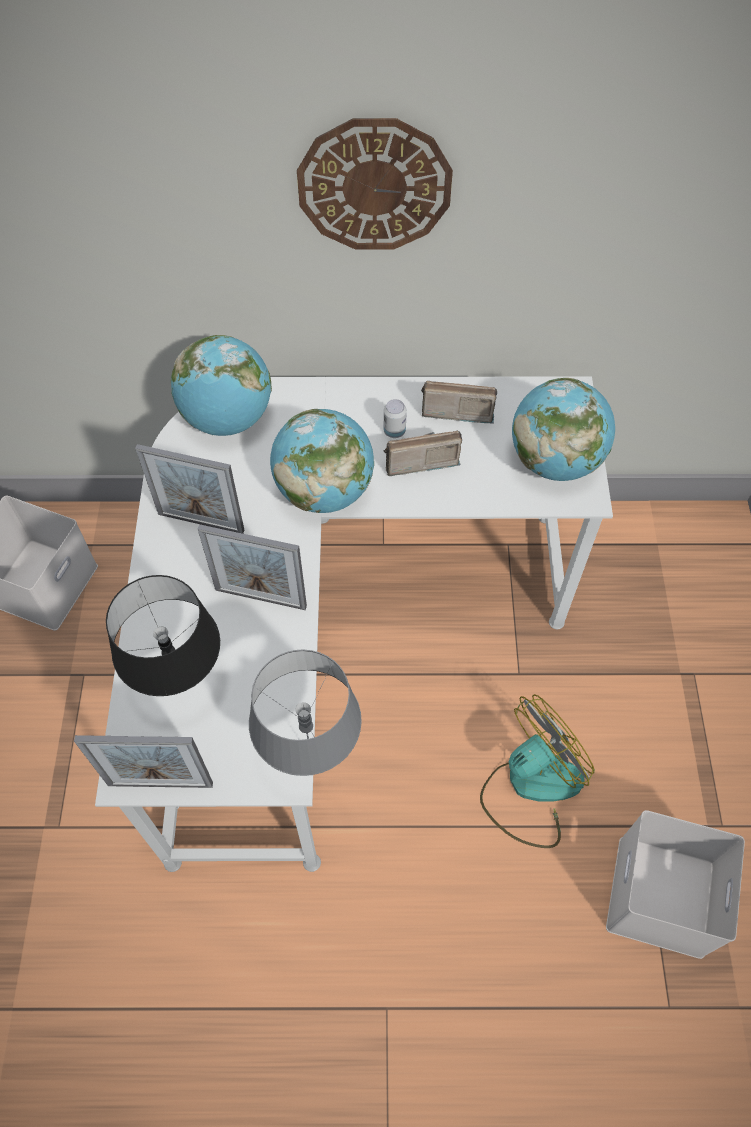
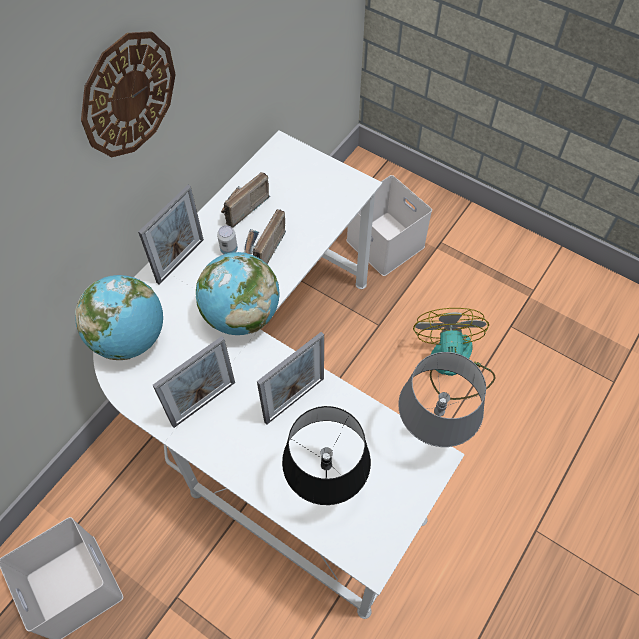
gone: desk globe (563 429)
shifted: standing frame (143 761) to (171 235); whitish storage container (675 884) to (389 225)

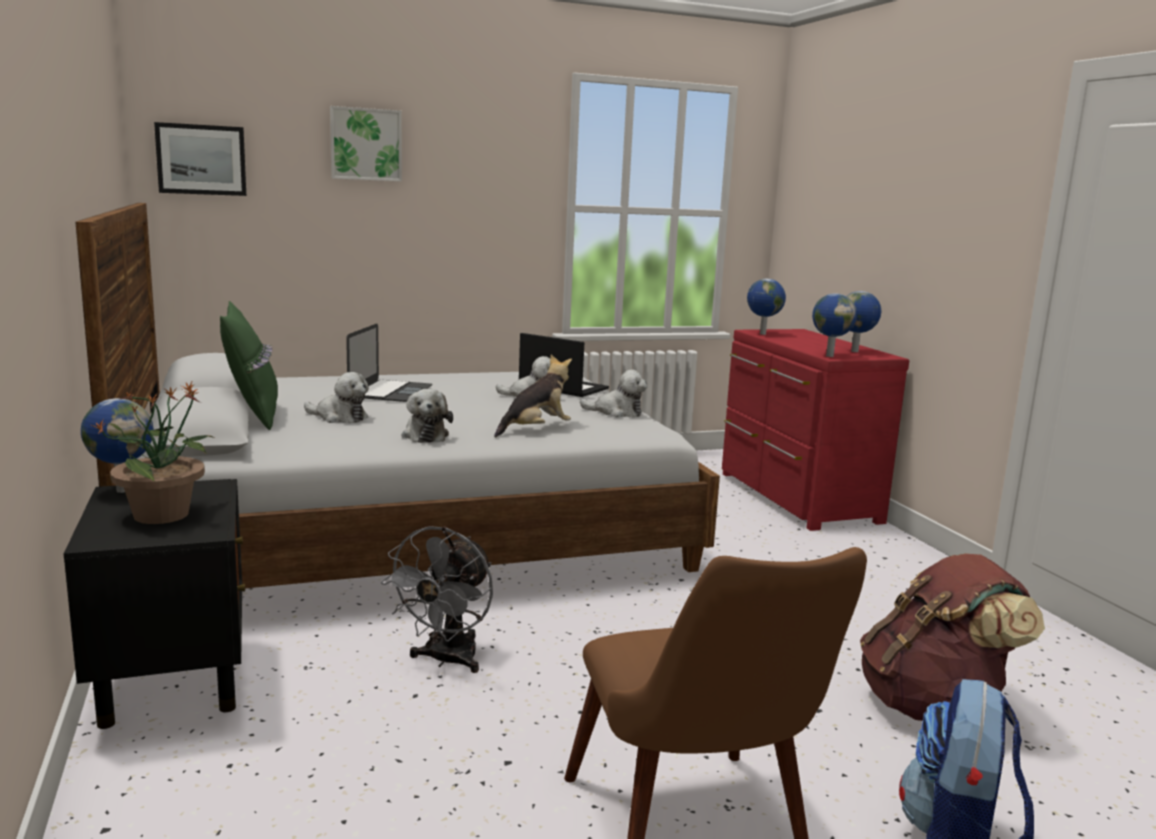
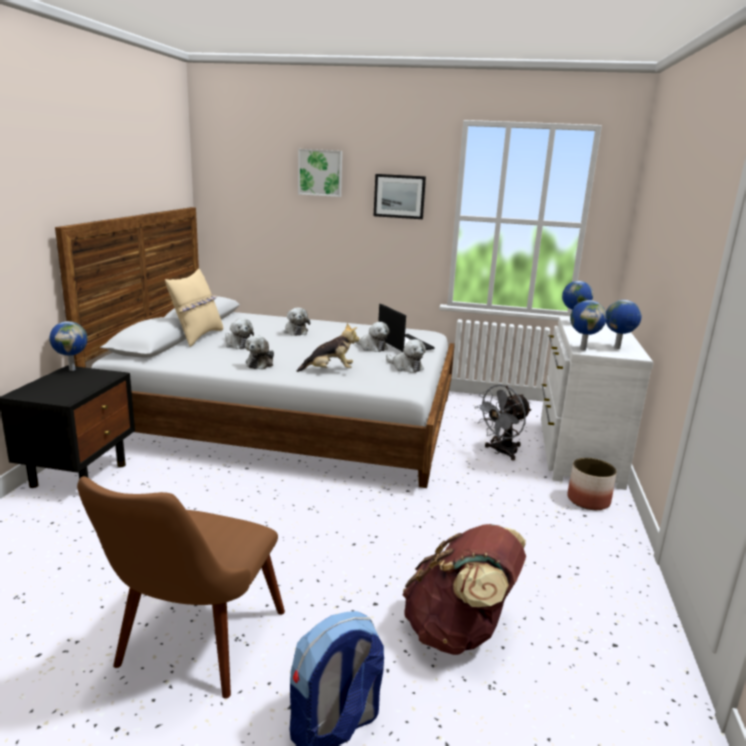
gone: houseplant (153 452)
new: flower pot (592 484)
shifted: wall art (200 159) to (400 196); grey electric fan (437 599) to (503 423)
swapped: notebook computer (389 363) to cuddly toy (297 322)
repainted: greenish pillow (249 365) to sand-coloured pillow (194 308); reddish drawer chest (815 430) to whitish drawer chest (597 403)

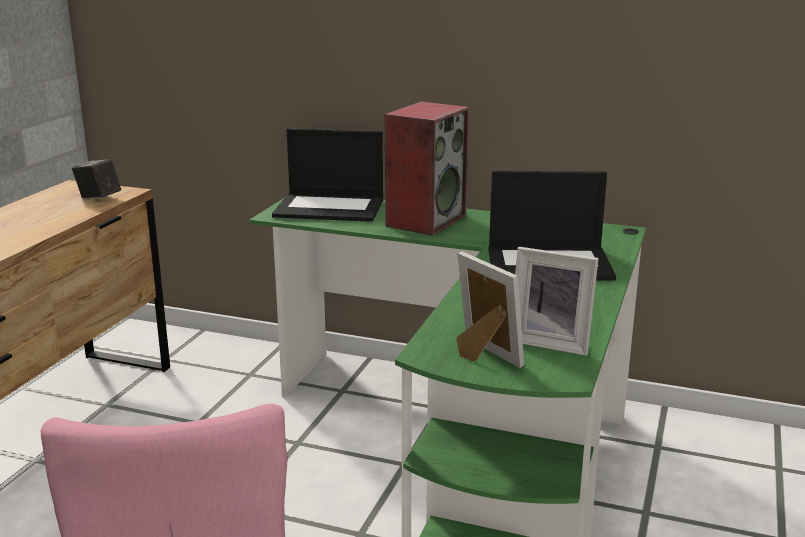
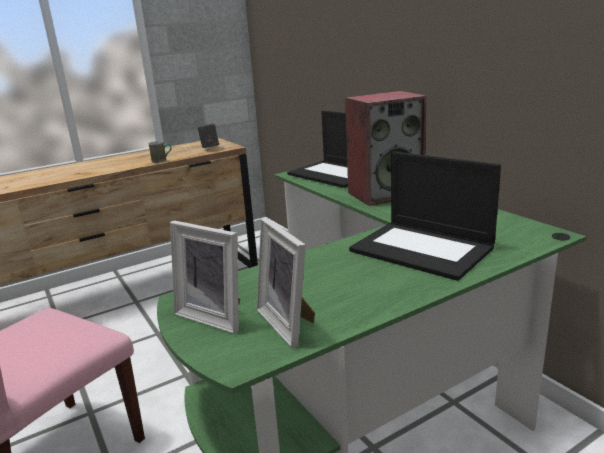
new: coffee mug (160 152)
rotated: standing frame (490 309) = (205 277) 120 degrees clockwise

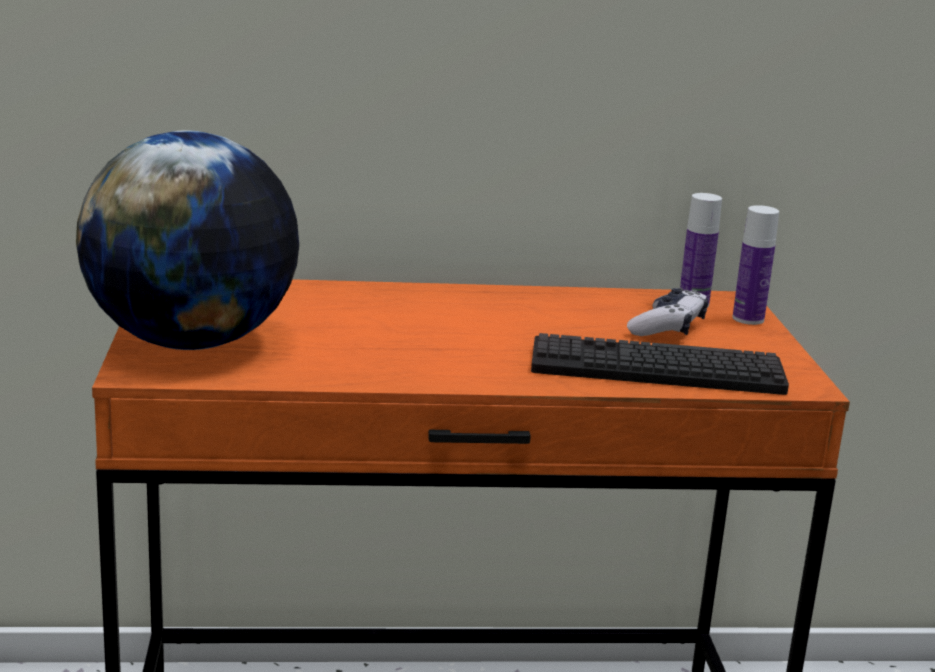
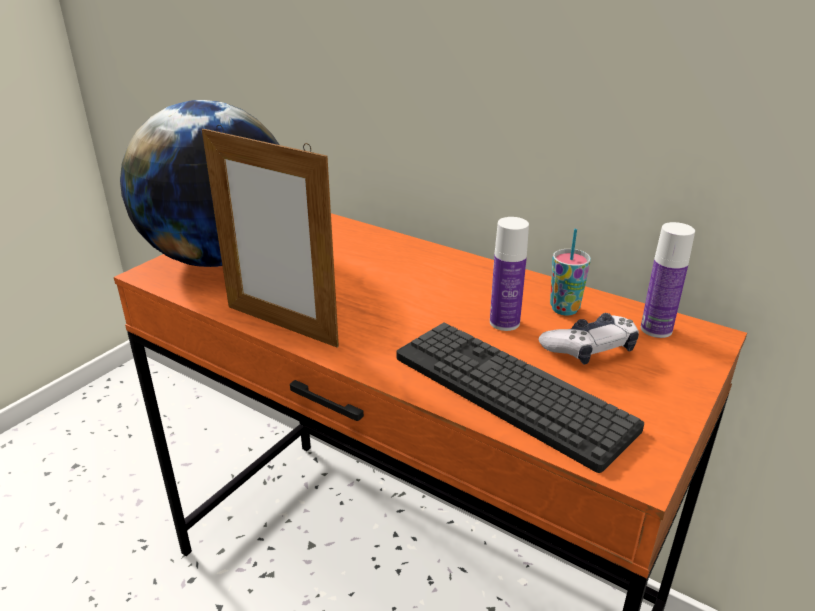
new: standing frame (270 236); cup (570 272)
shifted: drink bottle (756 265) to (509 274)

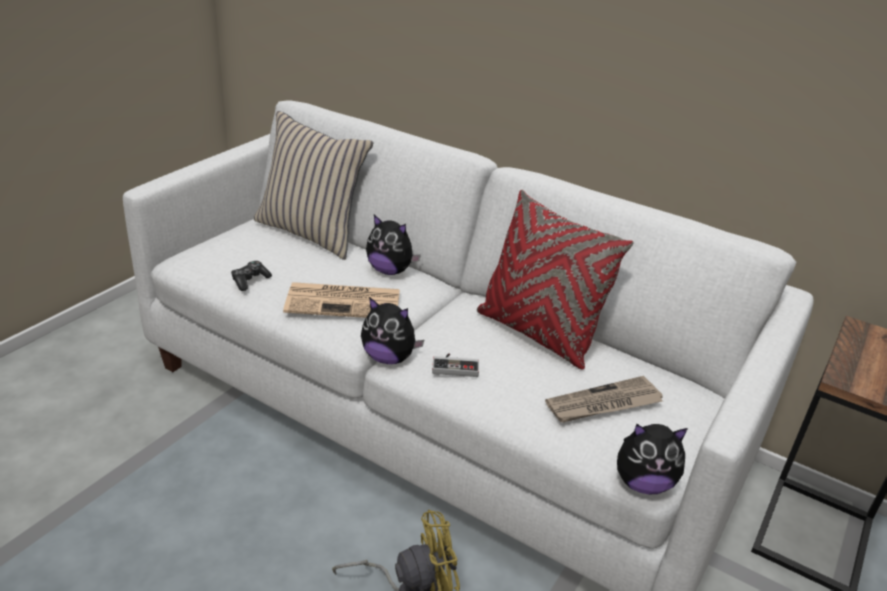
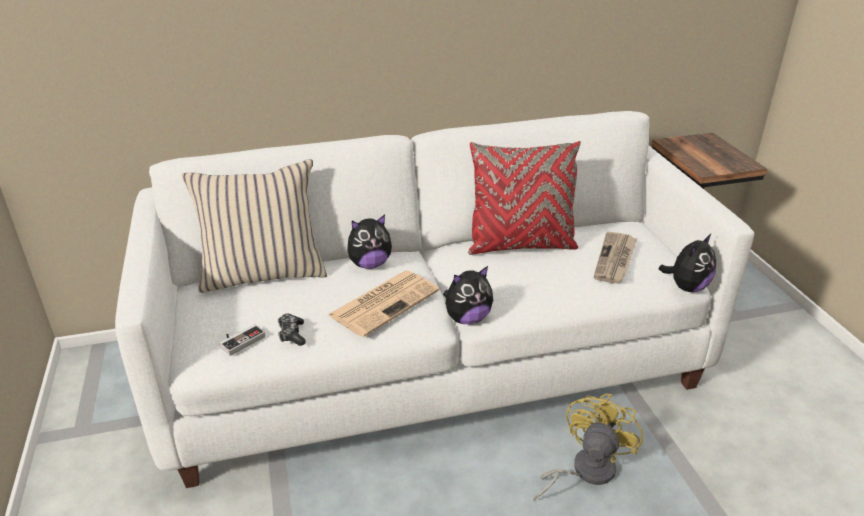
shifted: game controller (455 365) to (242 340)

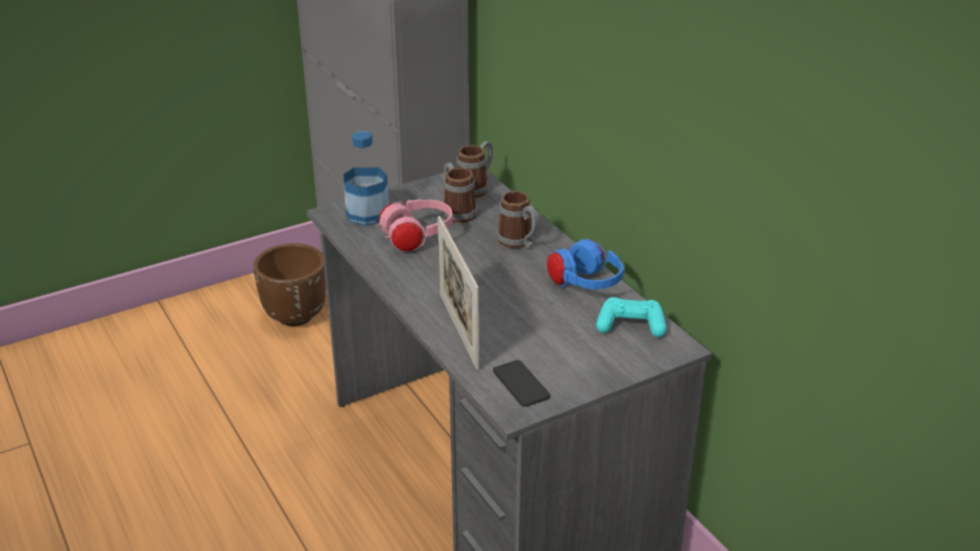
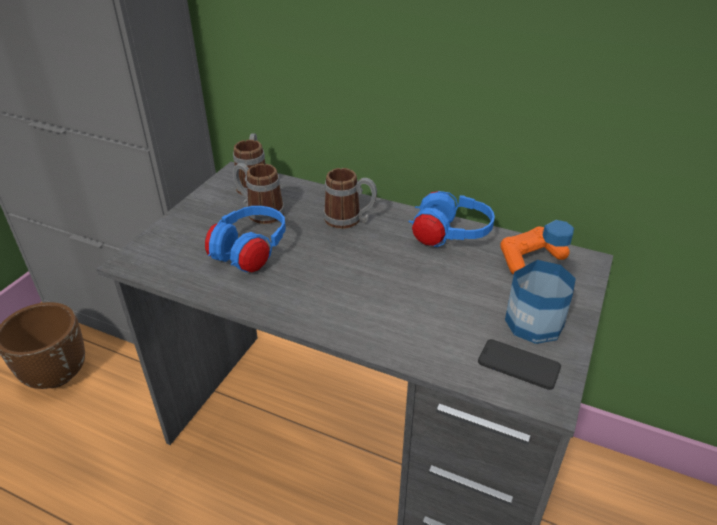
gone: standing frame (458 293)
shifted: drink bottle (366 178) to (540 282)
repainted: pink pair of headphones (414 225) to blue pair of headphones (245 239); blue-green game controller (631 317) to orange game controller (534 251)

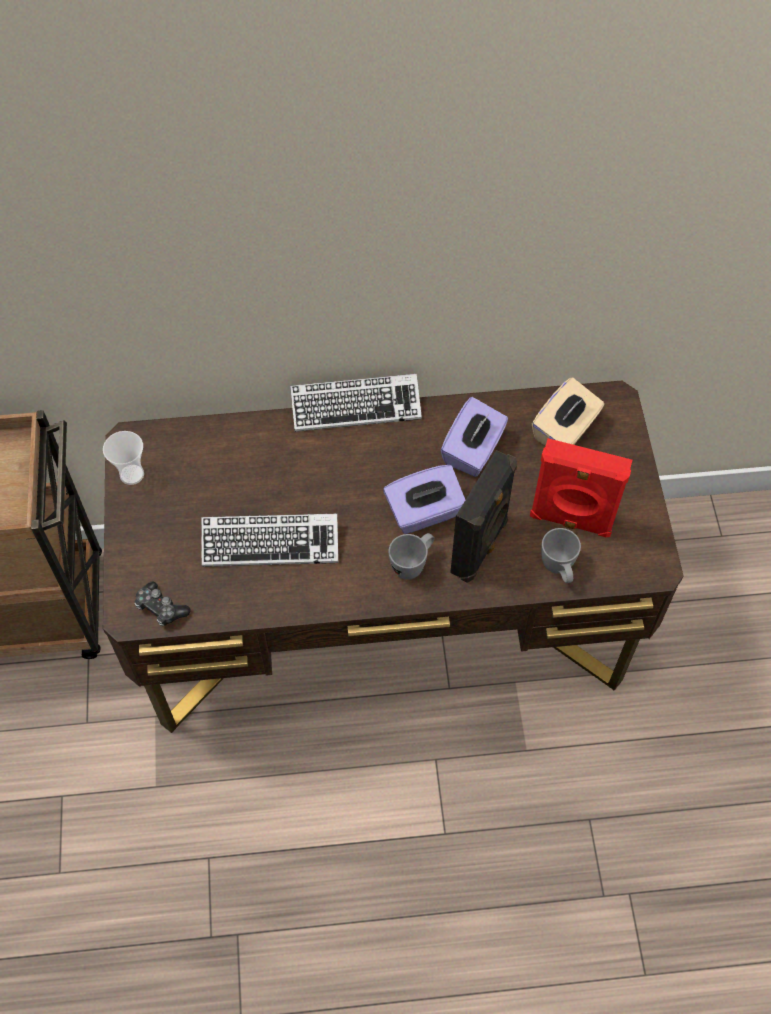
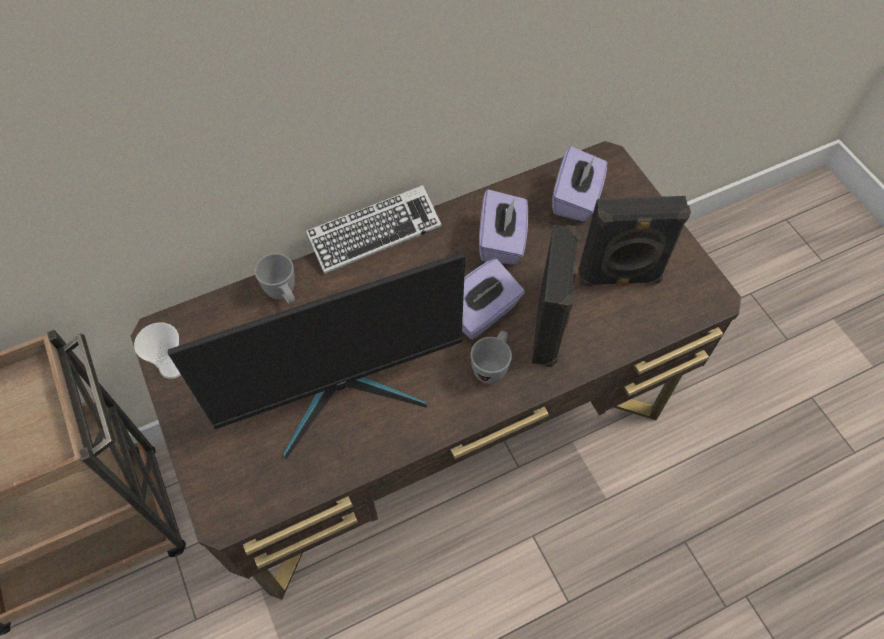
gone: game controller (162 604)
shifted: grey coffee mug (561 555) to (275 278)
swapped: keyboard (269 540) to computer display (316 355)
repainted: sand-coloured box of tissues (568 411) to purple-coloured box of tissues (579 184); reddish loudspeaker (581 487) to black-coloured loudspeaker (635 241)

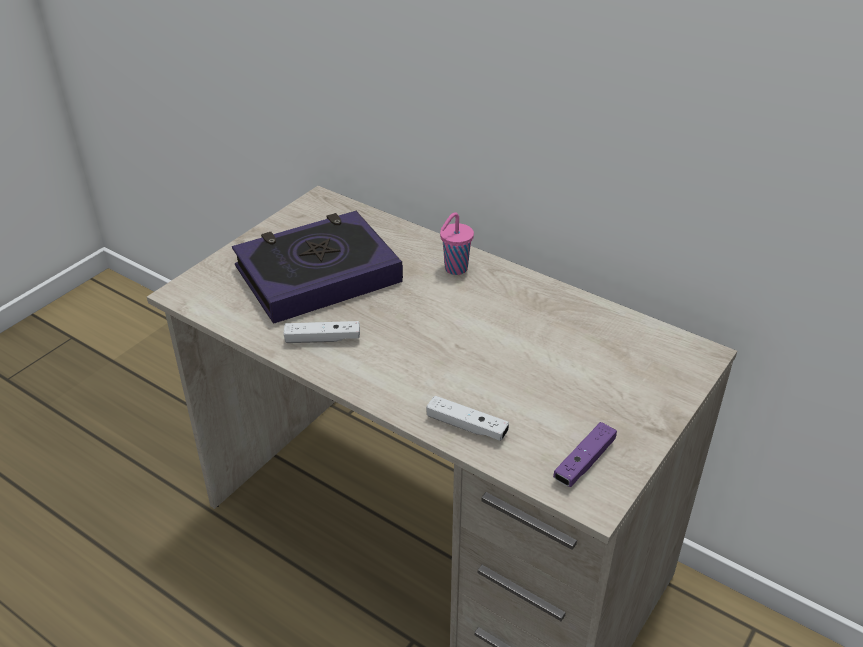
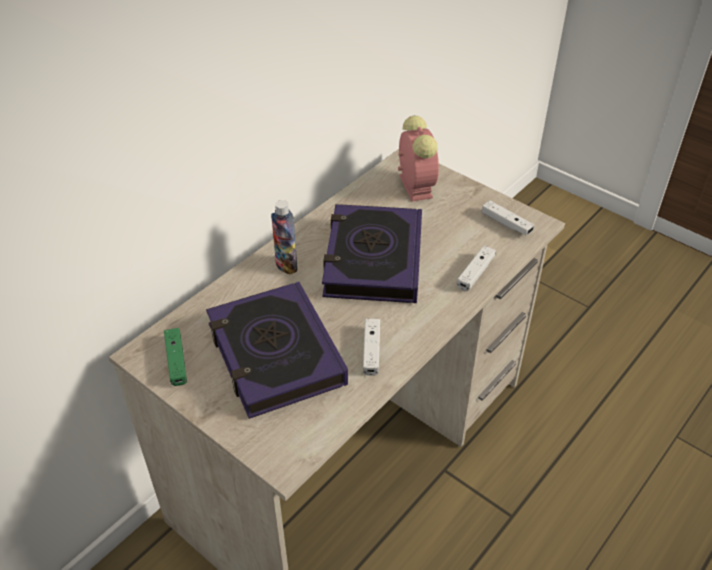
new: bedside clock (418 159); bound book (372 253); greenish game controller (175 357)
swapped: pink cup (457 243) to drink bottle (284 237)
repainted: purple-coloured game controller (585 454) to whitish game controller (508 217)

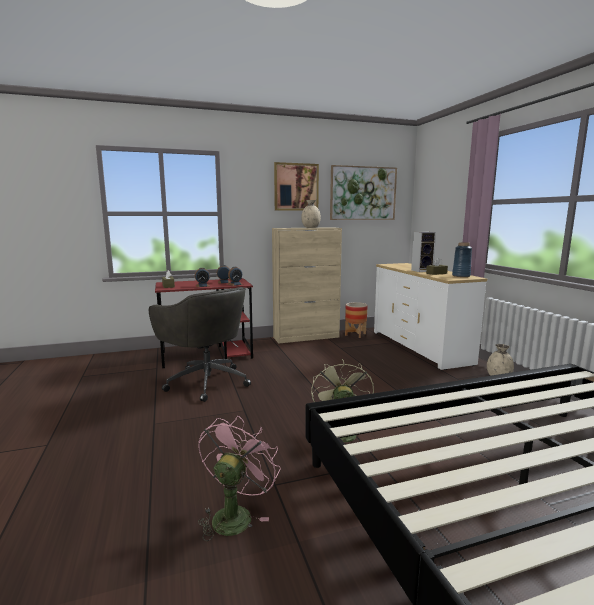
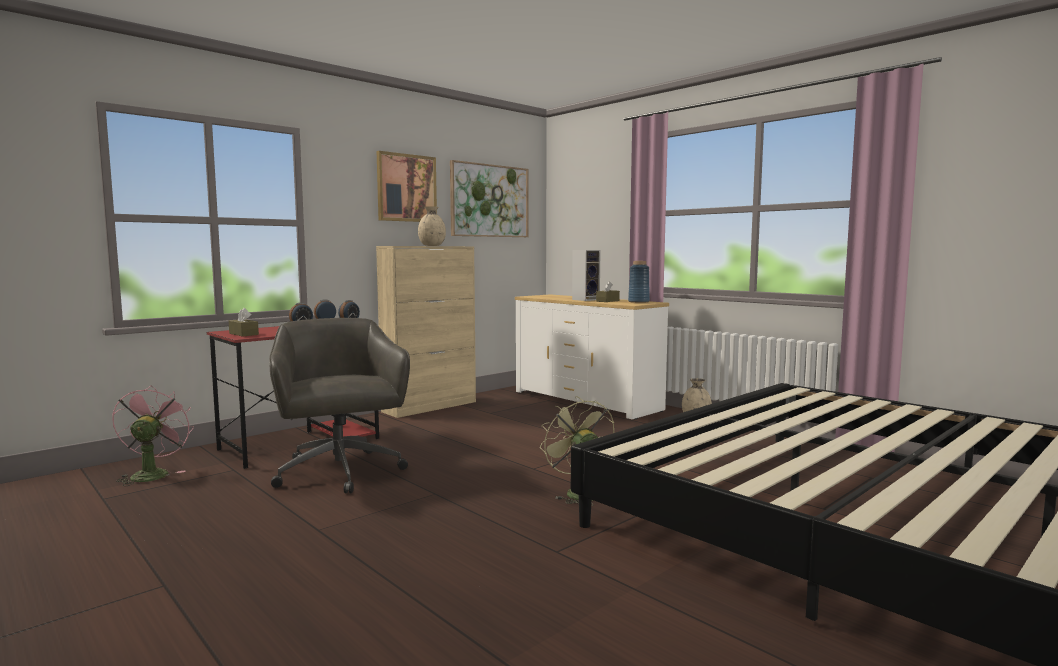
gone: flower pot (356 320)
shifted: pink electric fan (239 478) to (153 435)
rotated: grey desk chair (200 344) = (339 405) 135 degrees counterclockwise

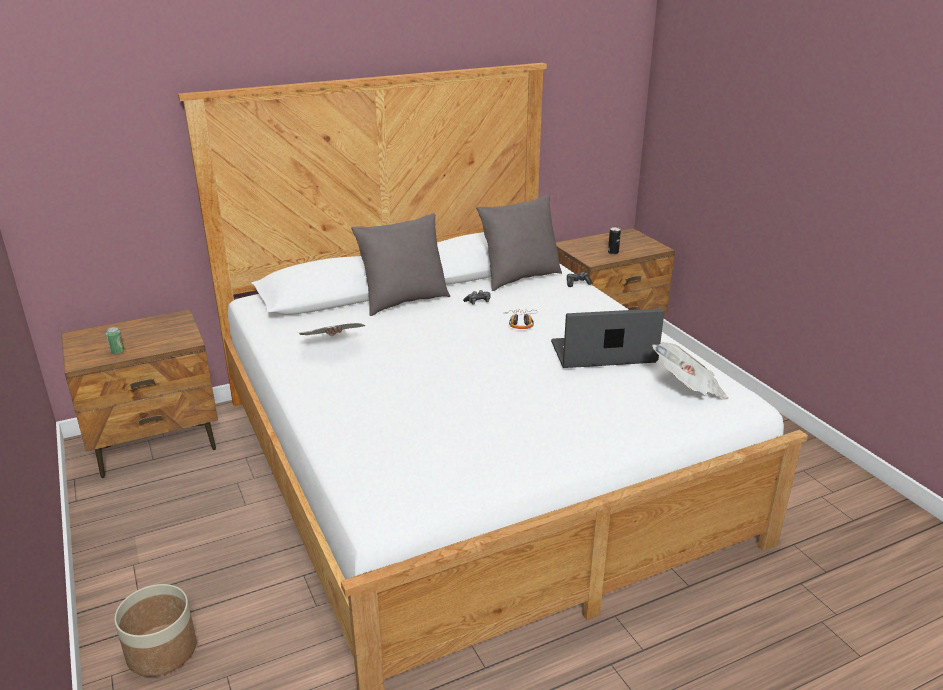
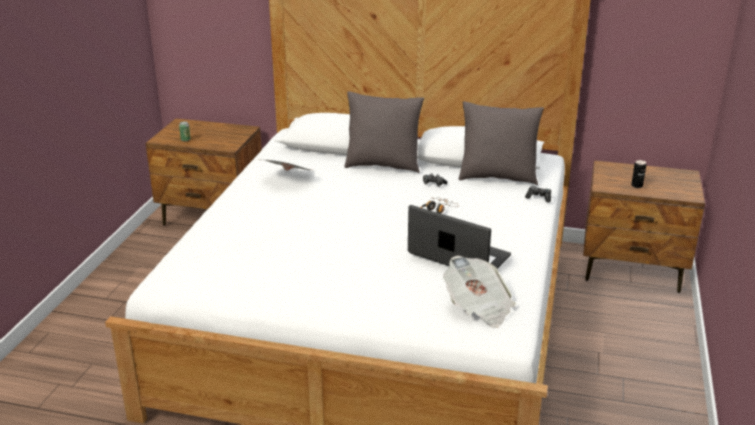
gone: flower pot (155 630)

